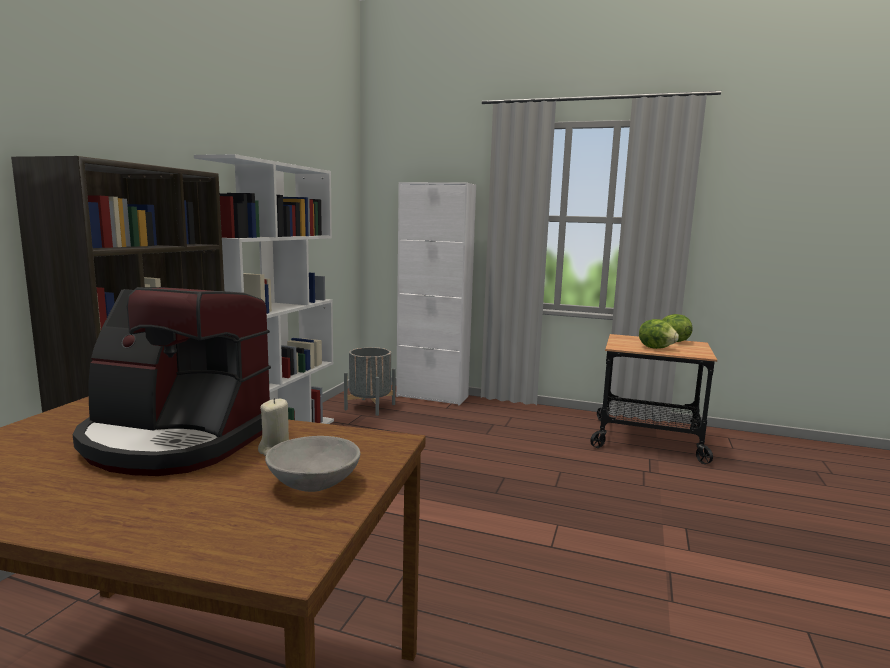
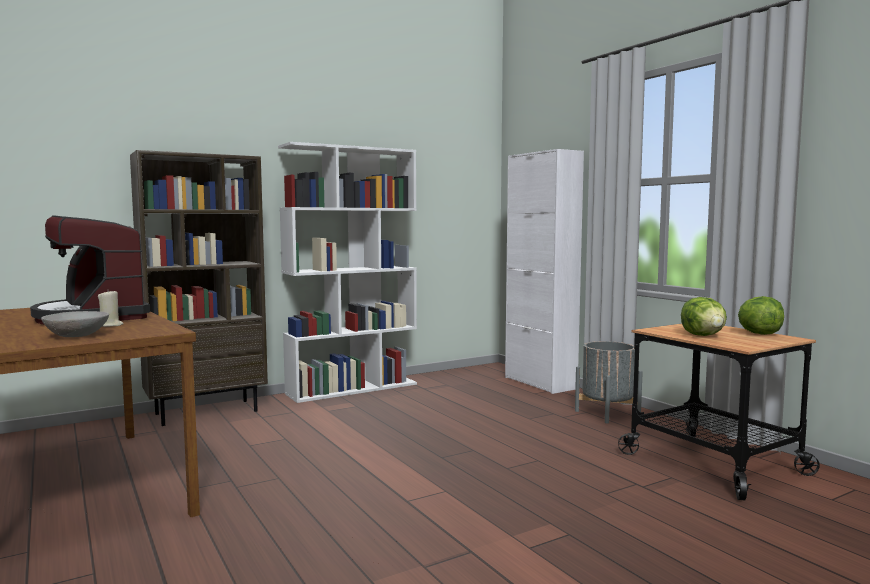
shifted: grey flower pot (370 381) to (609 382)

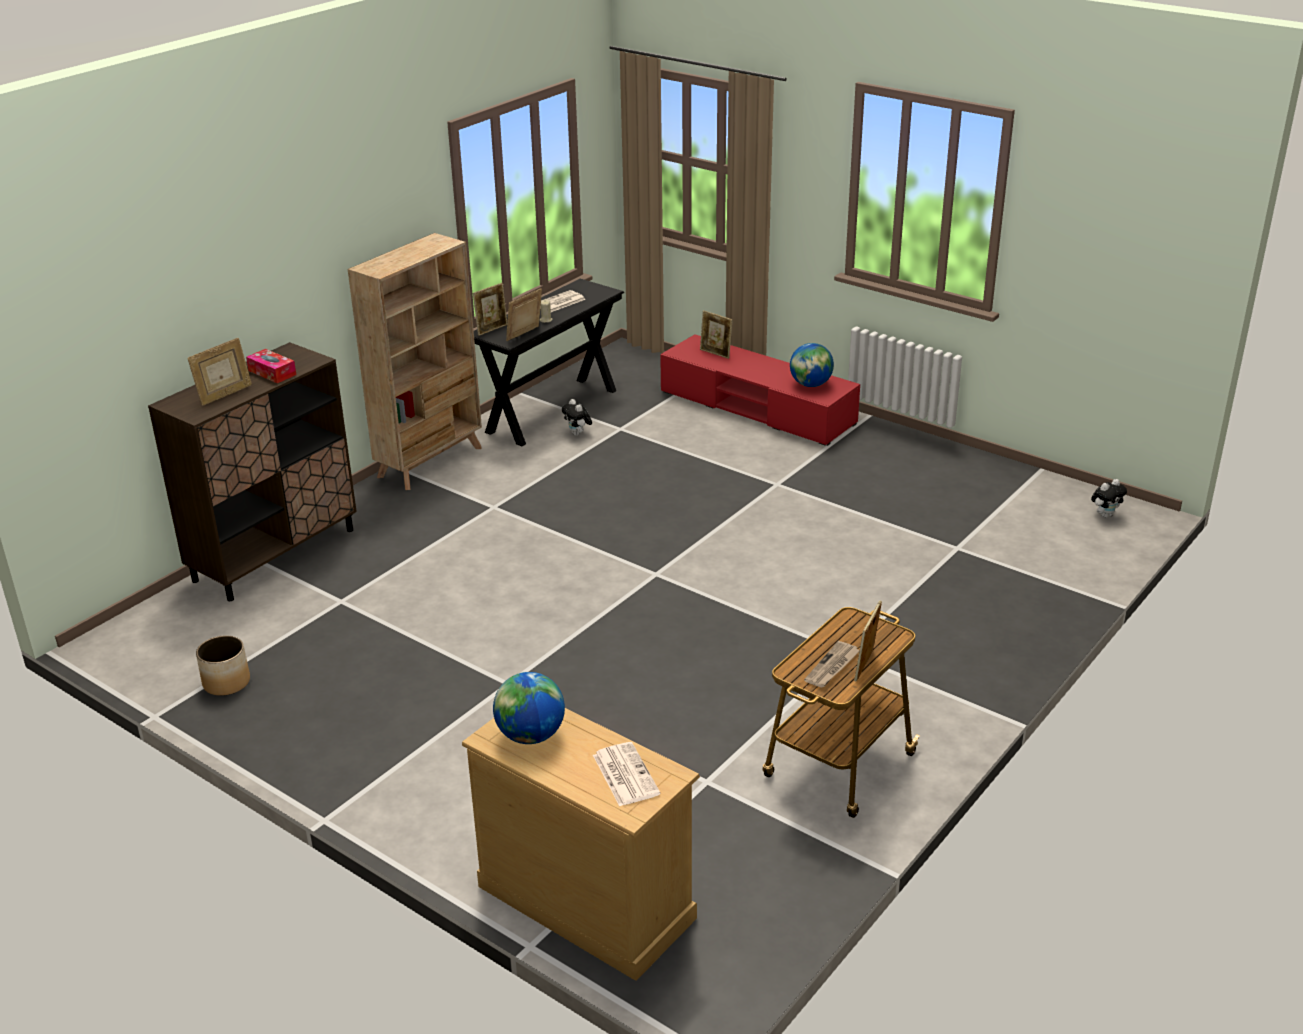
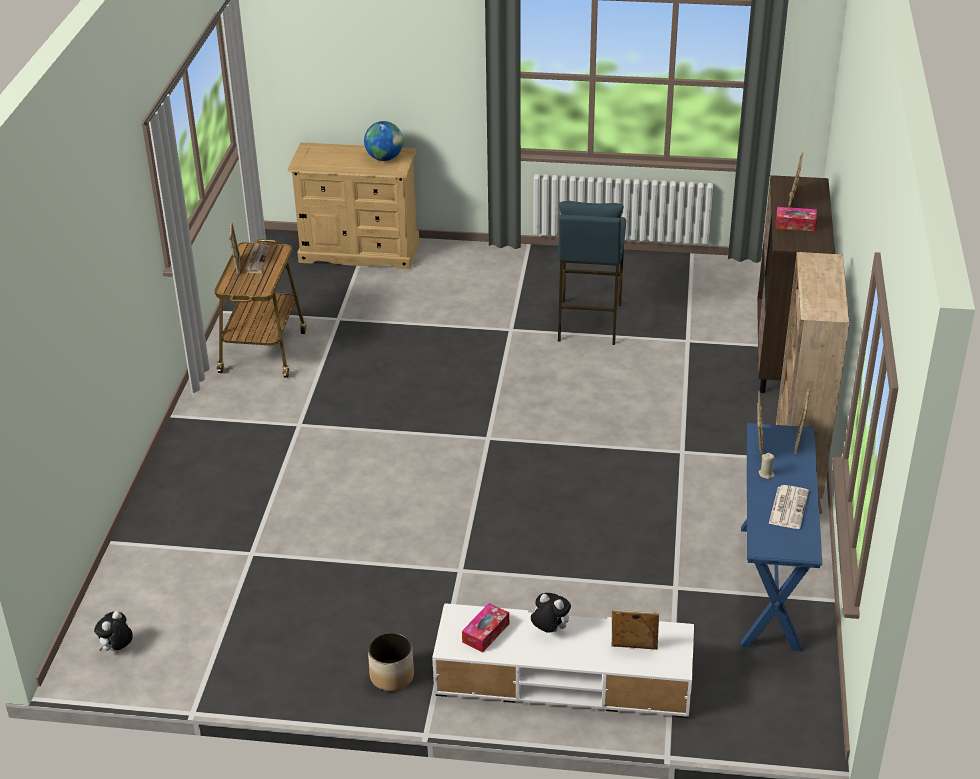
gone: newspaper (626 774)
new: blue stool seat (592 273)
shifted: cuddly toy (577 417) to (551 613); flower pot (223 665) to (391 661)
swapped: desk globe (812 365) to box of tissues (485 628)
repainted: black-coloured console table (549 362) to blue console table (781 537); reddish tv unit (760 390) to whitish tv unit (563 660)

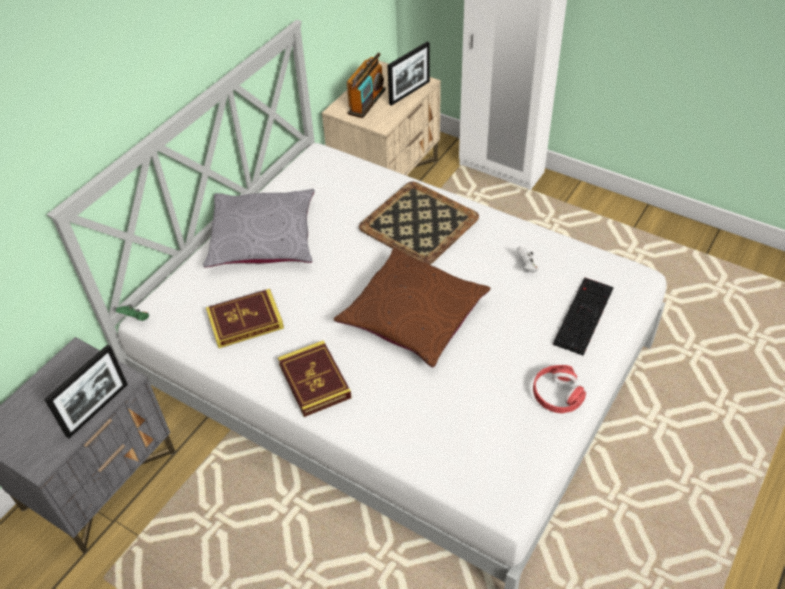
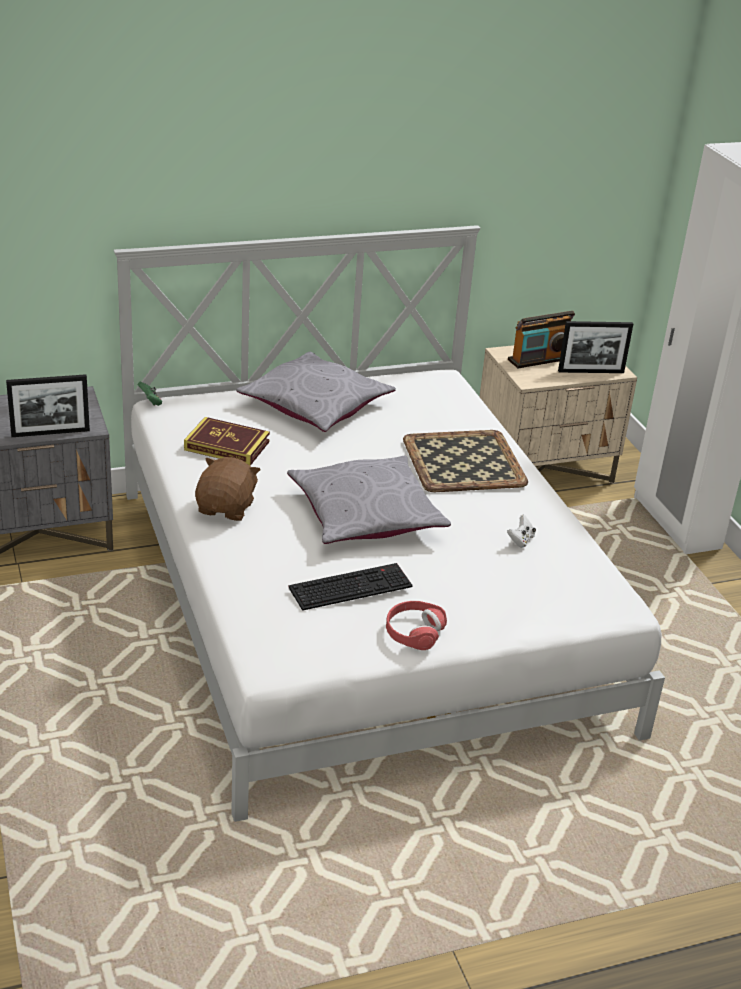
shifted: keyboard (583 317) to (351 587)
swapped: bound book (314 378) to brown cuddly toy (228 489)
repainted: brown pillow (412 307) to grey pillow (369 499)

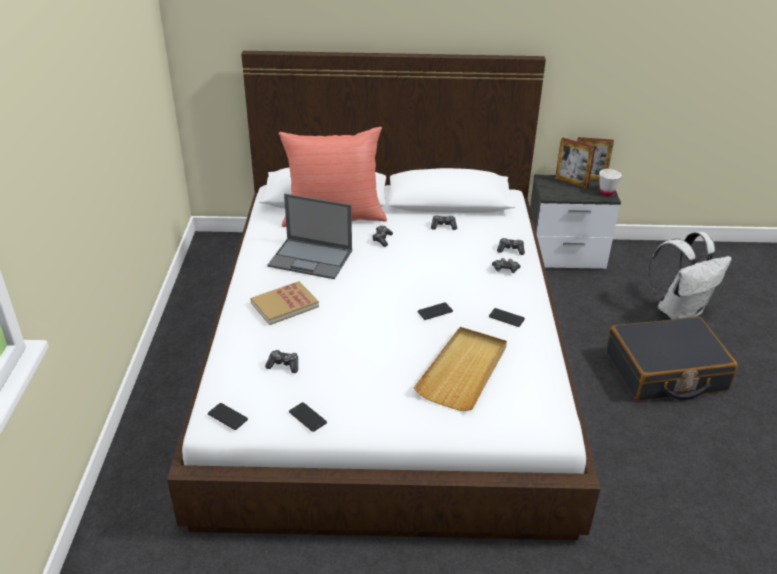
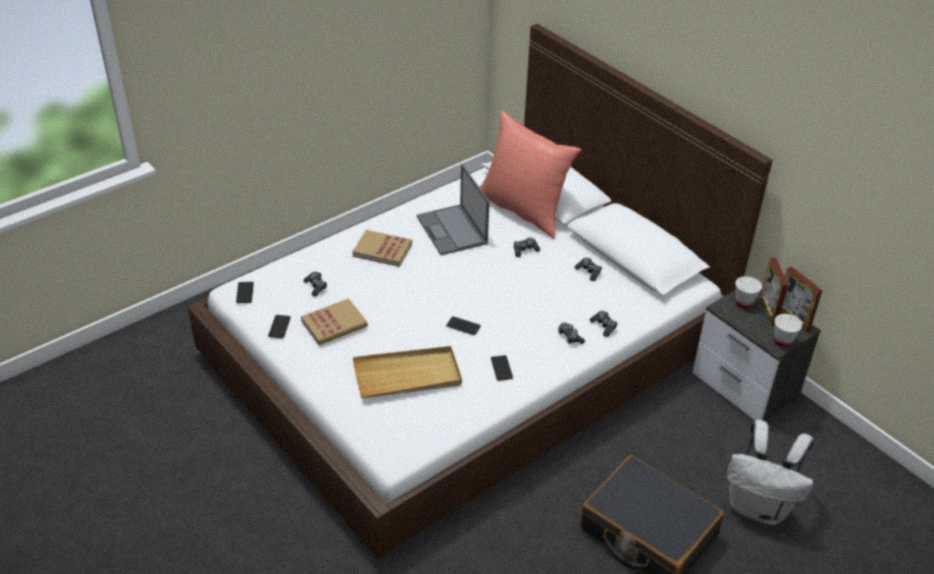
new: whitish cup (749 292); bound book (334 321)

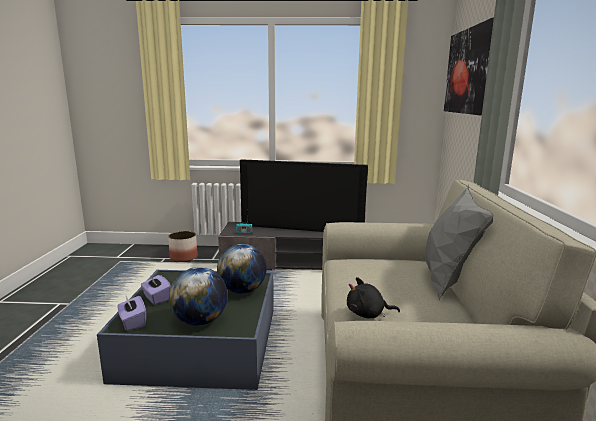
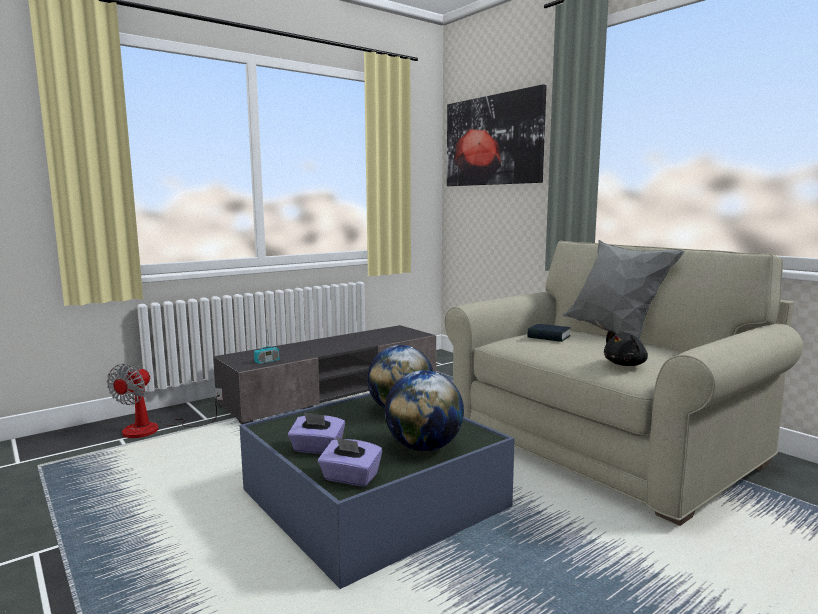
gone: TV set (304 195)
new: bound book (549 333)
swapped: flower pot (183 246) to electric fan (164 401)

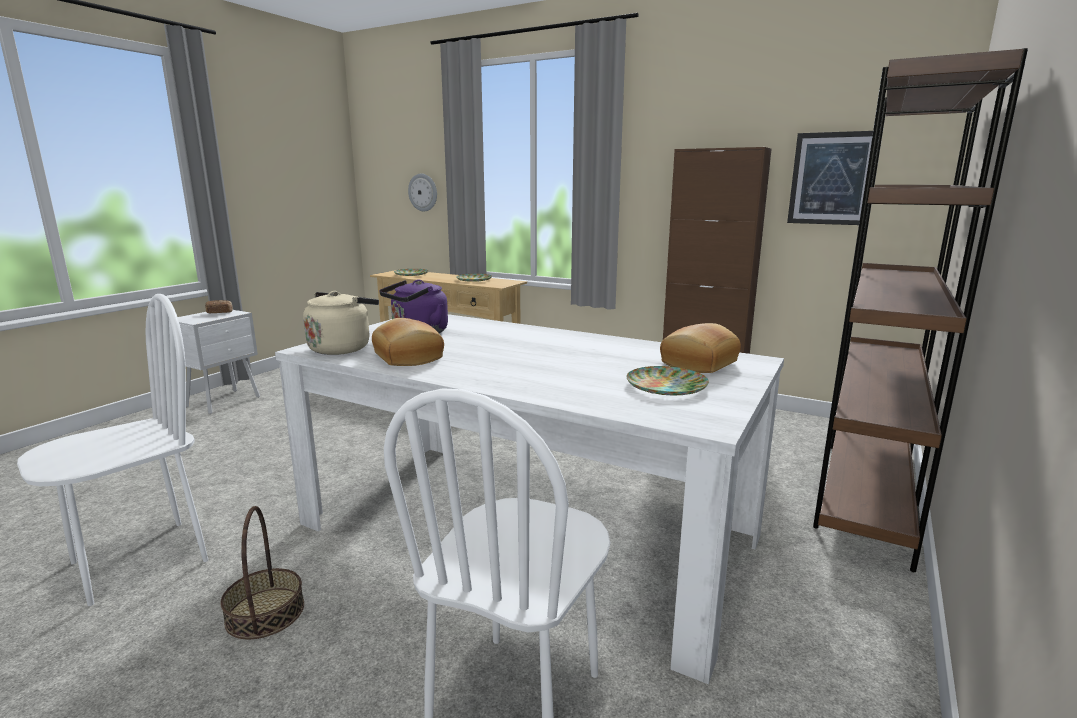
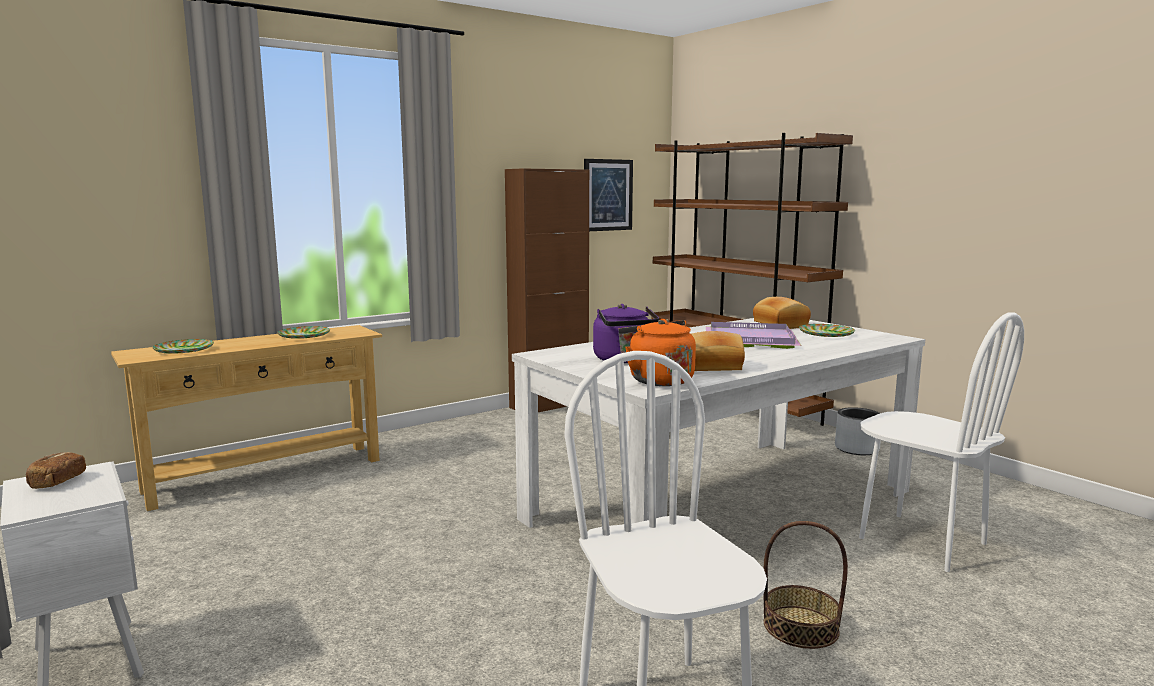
gone: clock on the wall (422 192)
new: purple-coloured carrying tray (753 335); grey flower pot (858 431)
repainted: sand-coloured water kettle (341 323) to orange water kettle (657 352)

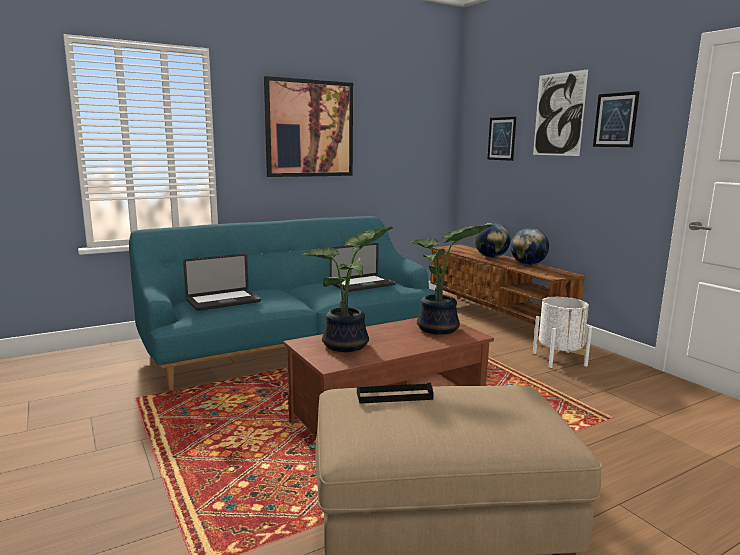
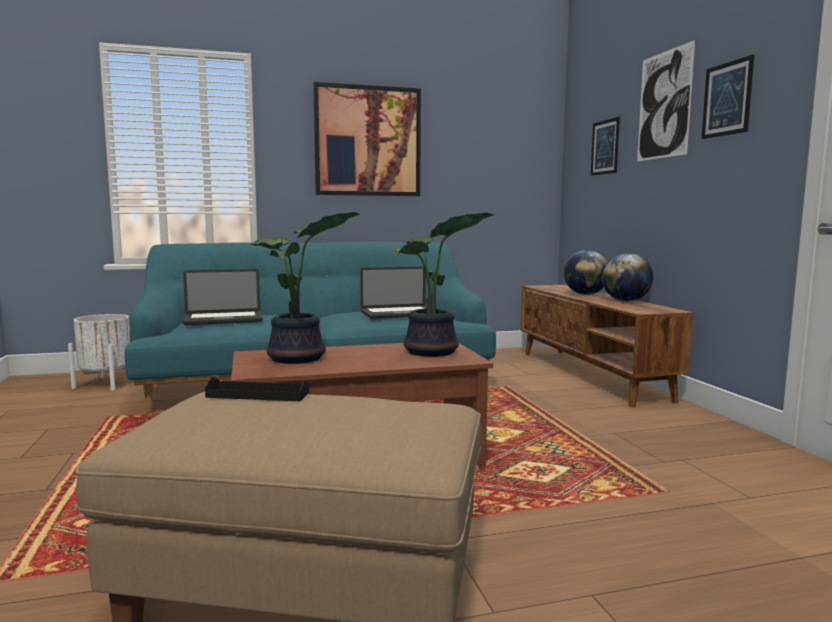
shifted: whitish flower pot (562 332) to (99 352)

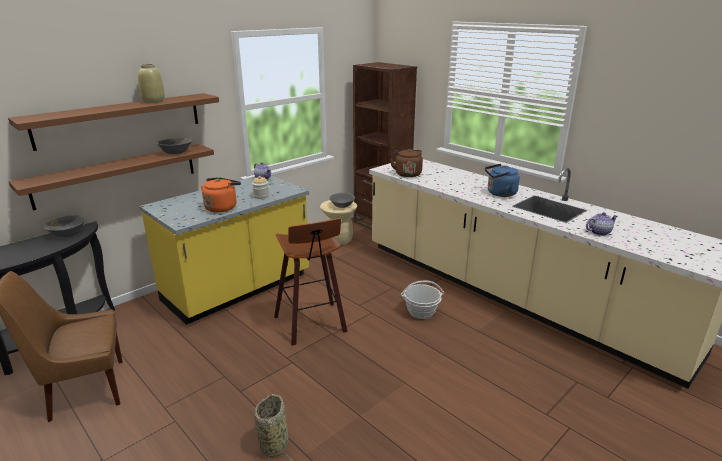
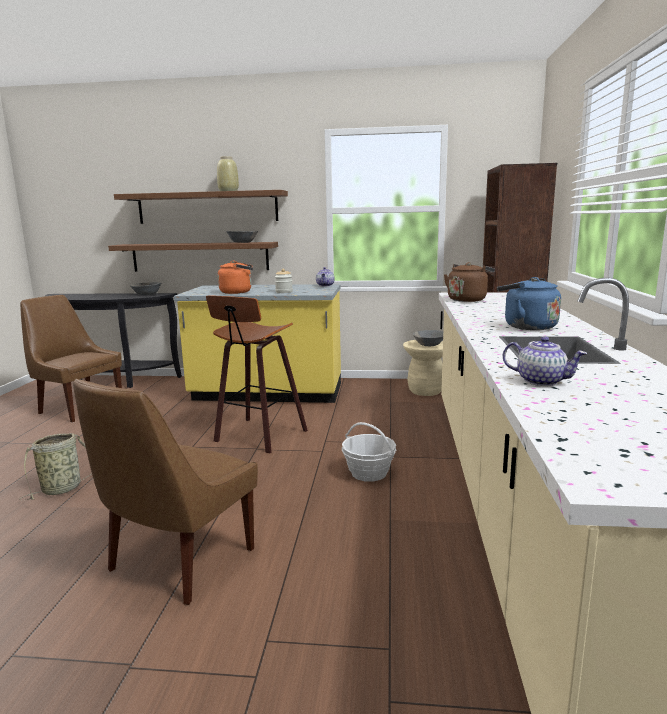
new: brown chair (165 492)

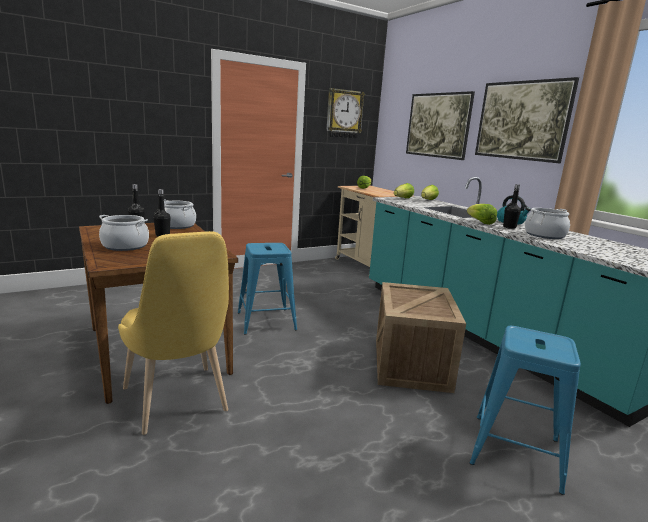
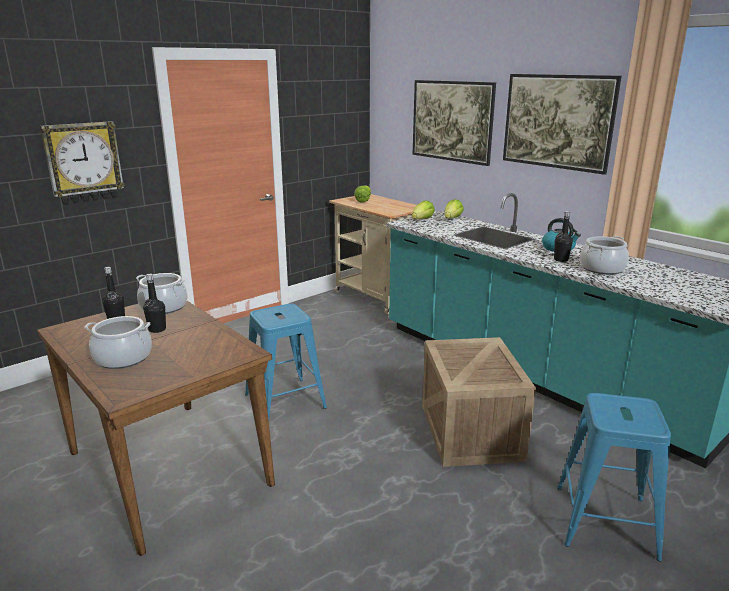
gone: lettuce head (482 214); yellow chair (173 333)
shifted: clock on the wall (345 113) to (82 163)

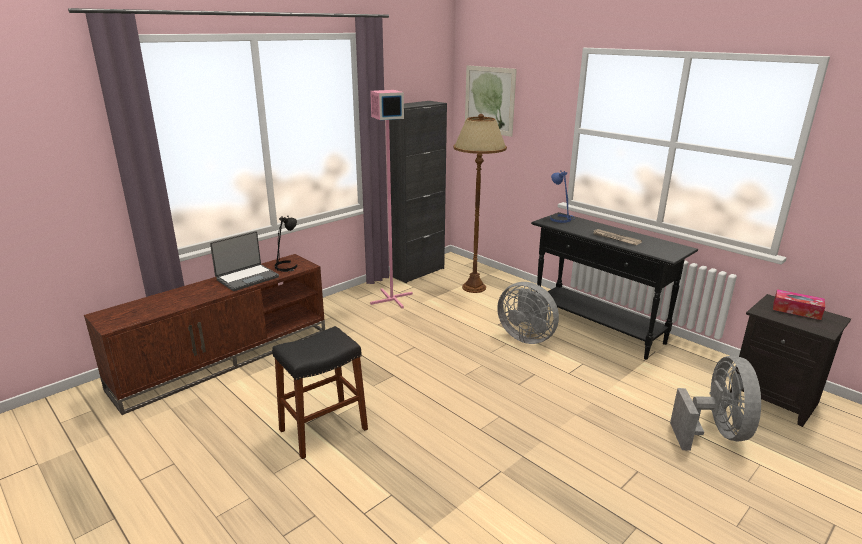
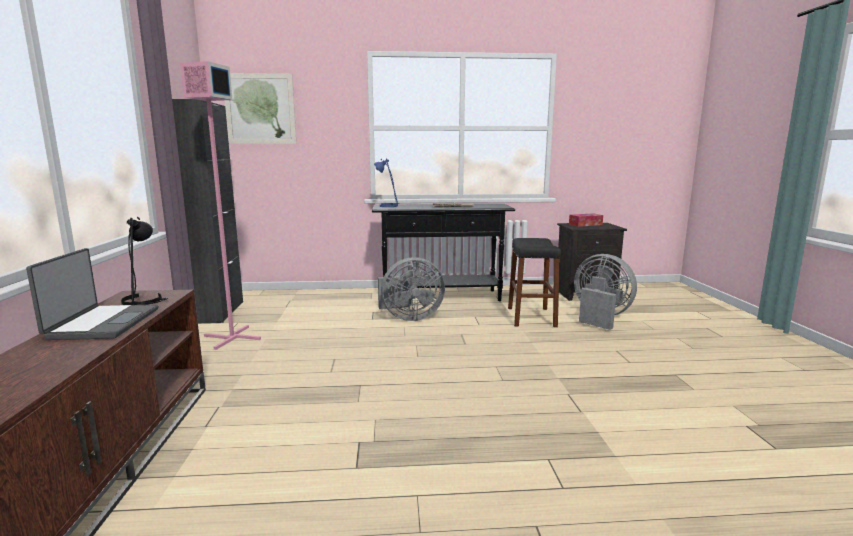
gone: brown standing lamp (480 203)
shifted: black-coloured stool seat (320 392) to (534 282)

